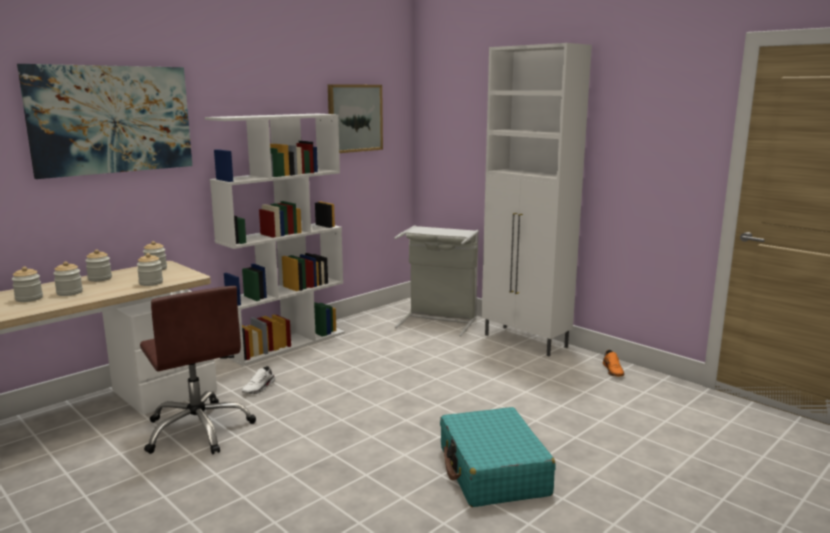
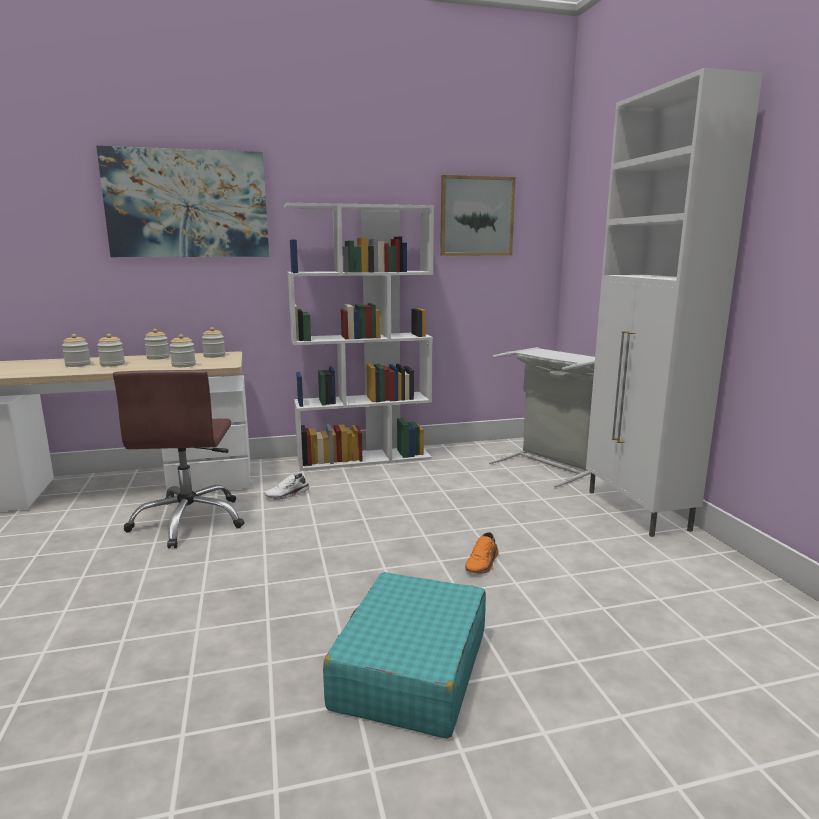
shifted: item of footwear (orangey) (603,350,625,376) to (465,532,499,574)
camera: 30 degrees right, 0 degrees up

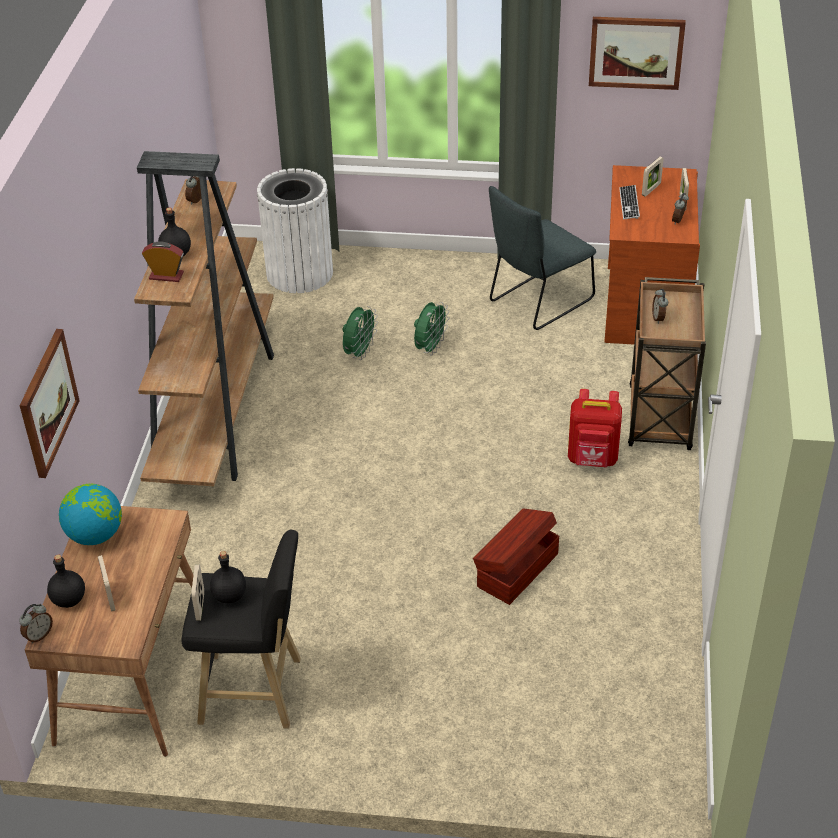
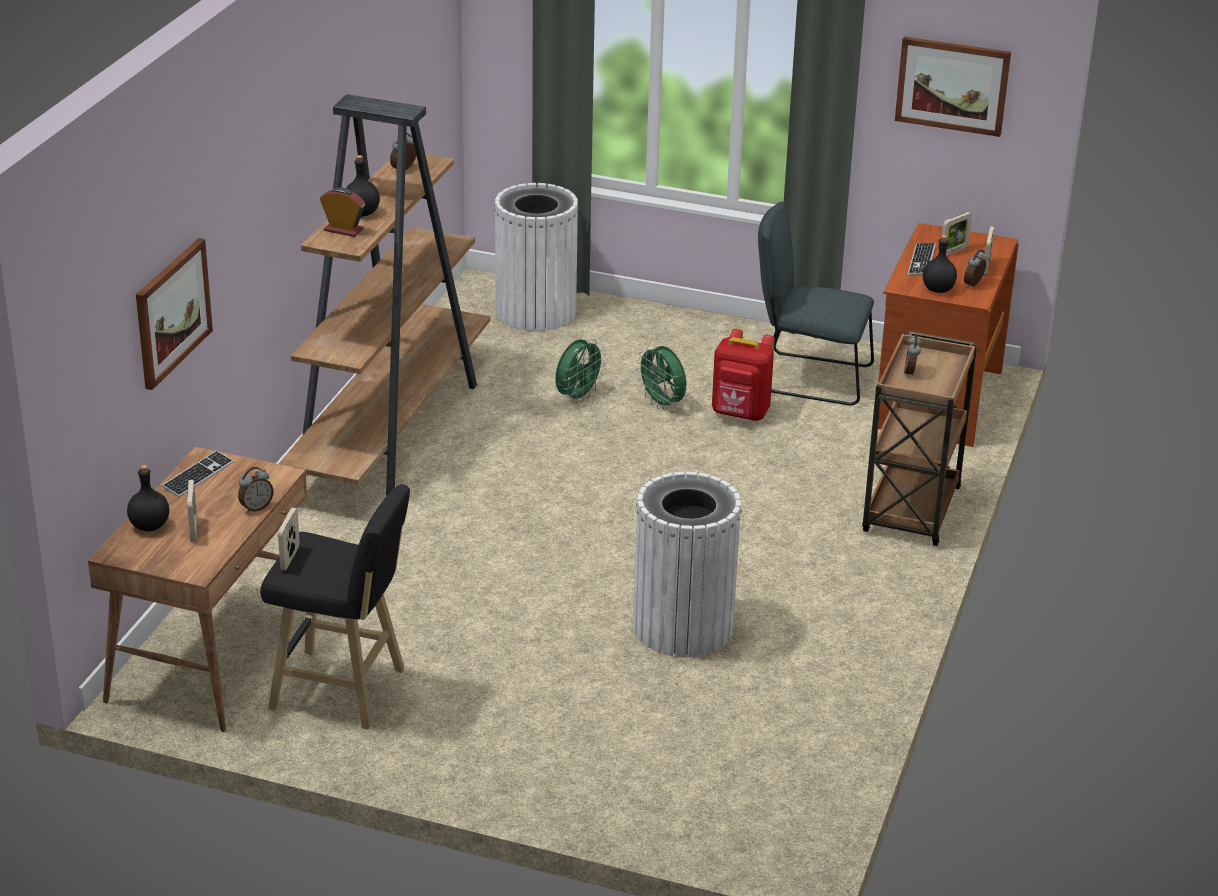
shifted: backpack (reddish) (568,389,622,467) to (712,329,774,421); bottle (black-coloured) (210,551,246,603) to (923,235,957,293); bedside clock (19,604,53,643) to (238,467,273,513)
swapped: world globe (59,484,122,545) to computer keyboard (162,450,234,497); storage container (brown) (473,509,559,605) to trash can (white) (633,472,742,657)
rotated: chair (grey) (489,186,596,330) = (758,201,874,405) 45 degrees clockwise; cooling fan (greenish) (414,302,449,356) = (636,346,686,410) 105 degrees clockwise
camera: 10 degrees right, 10 degrees down

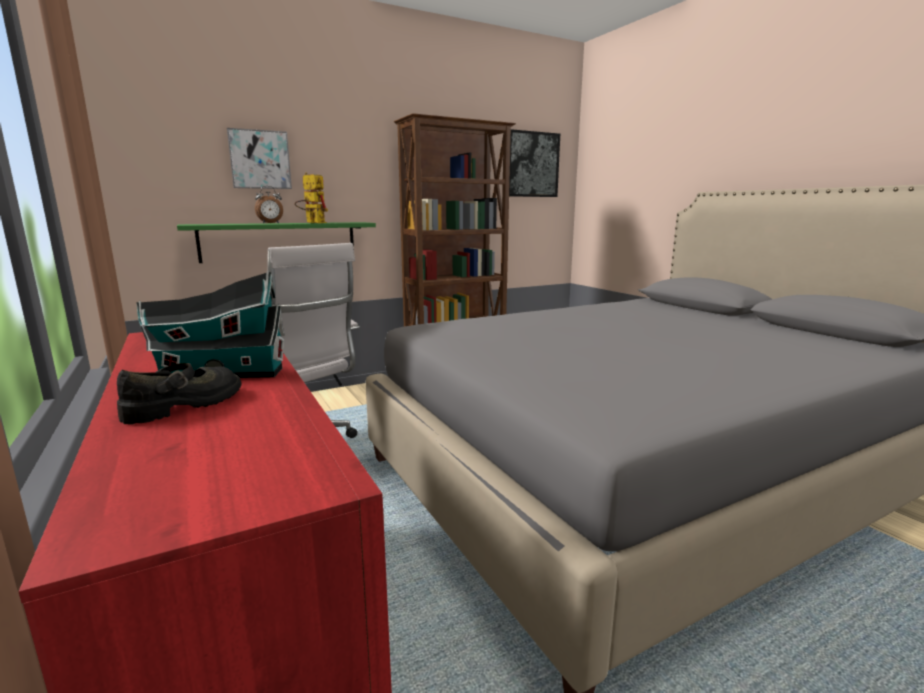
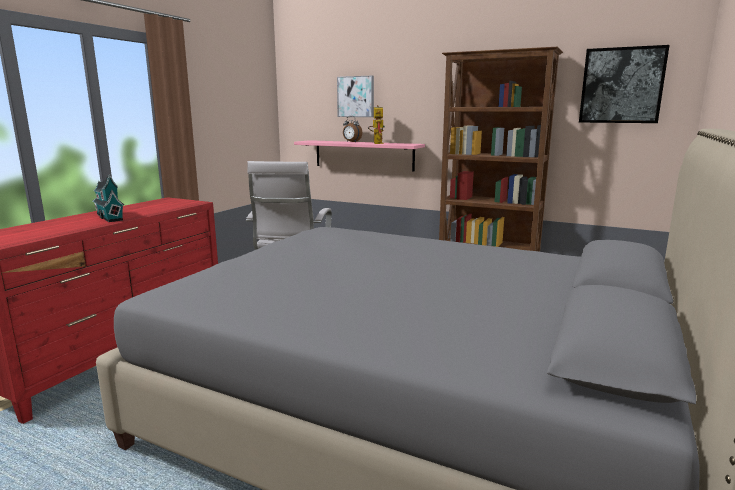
gone: item of footwear (black-coloured) (117,363,242,425)
repainted: shelf (greenish) (177,222,376,263) to shelf (pink-coloured) (294,140,425,172)
camera: 55 degrees right, 0 degrees up

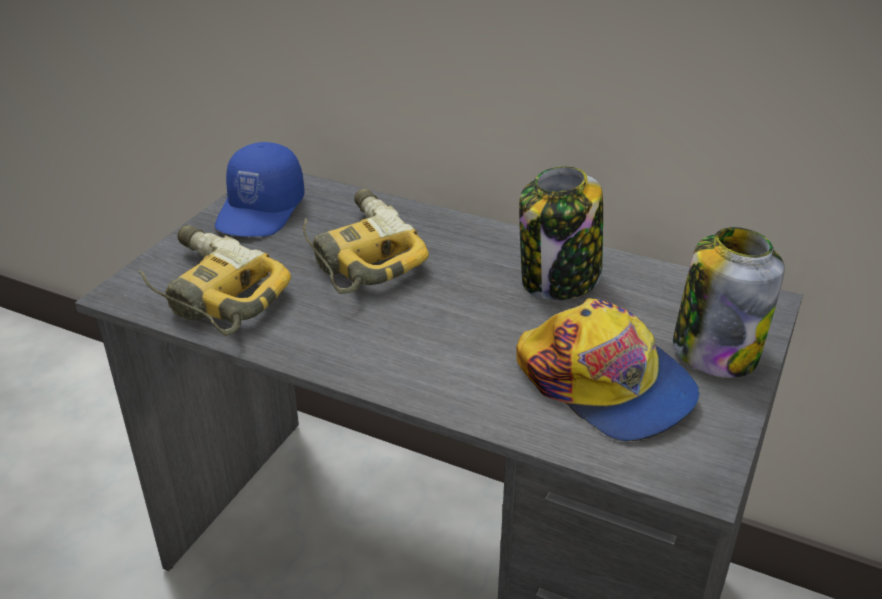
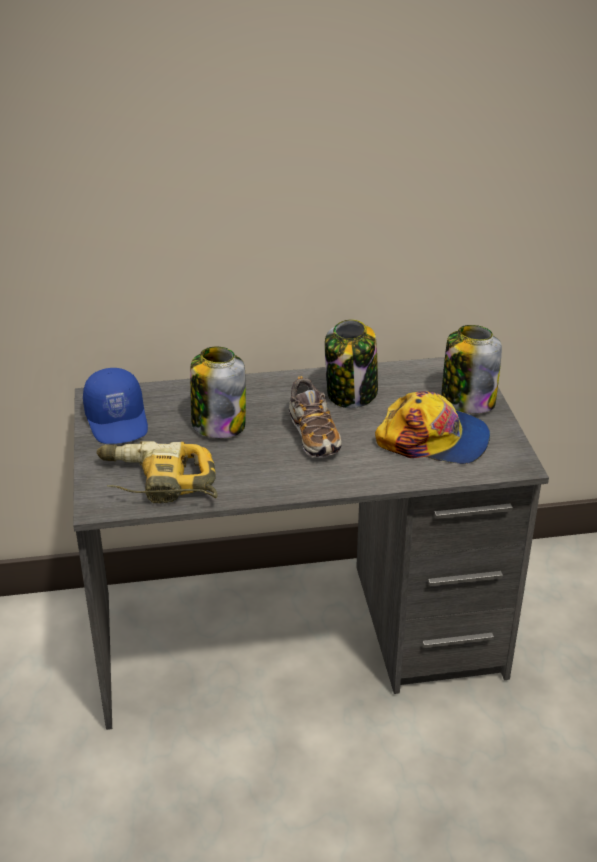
new: item of footwear (289,376,342,458)
swapped: power drill (303,189,429,294) to preserve jar (190,347,246,438)
camera: 35 degrees left, 0 degrees up

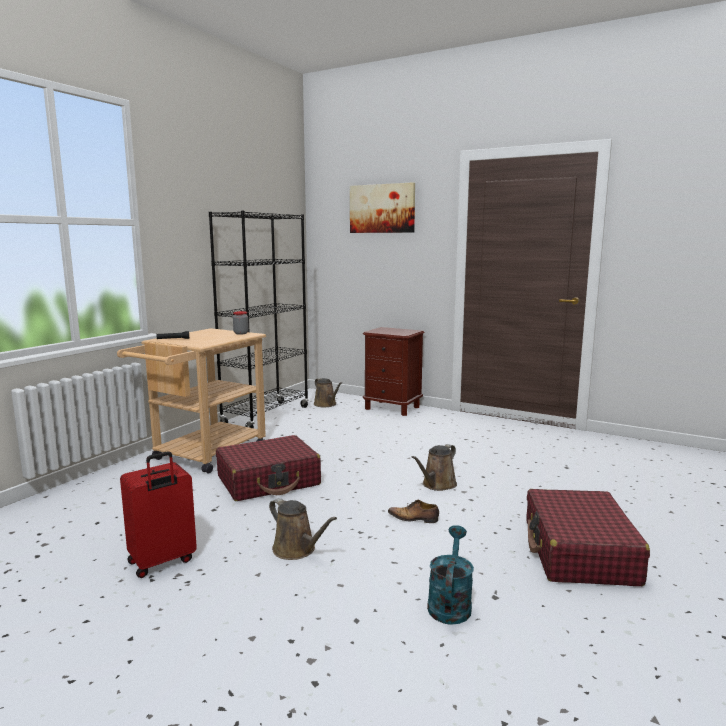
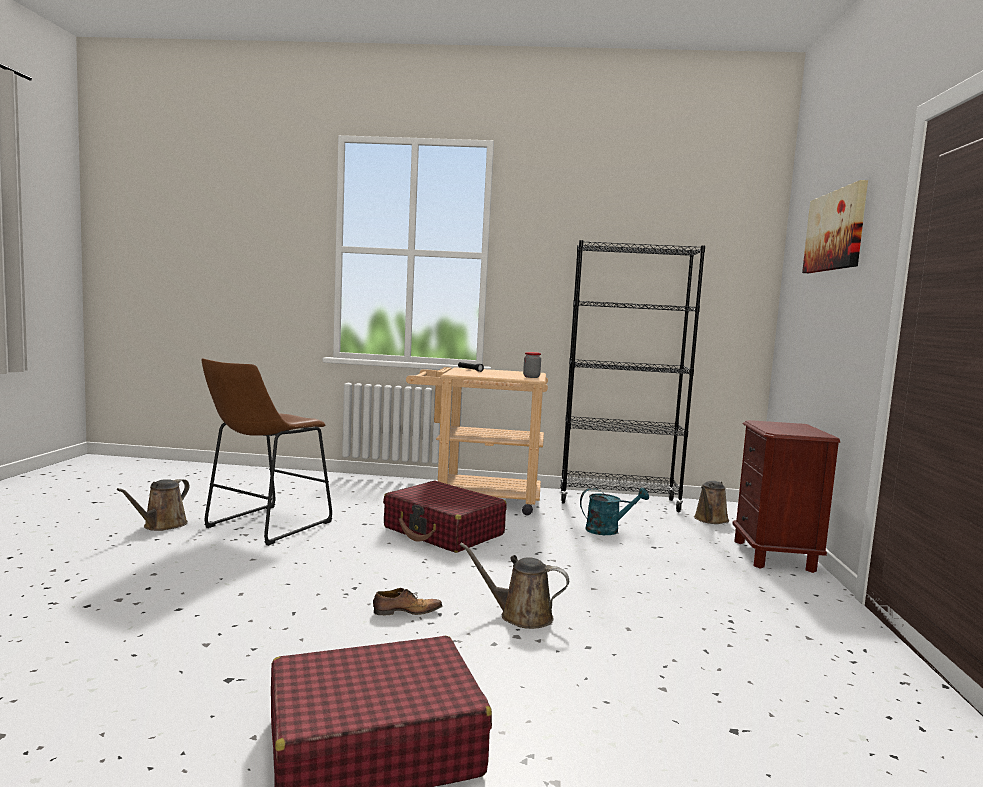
shifted: watering can (brown) (269,498,337,560) to (117,479,190,531); watering can (turquoise) (427,525,474,625) to (580,487,649,535)
swapped: suitcase (reddish) (120,451,197,578) to stool seat (brown) (202,358,332,546)
rotated: item of footwear (388,500,439,523) = (373,588,442,615) 90 degrees clockwise
camera: 65 degrees right, 5 degrees down

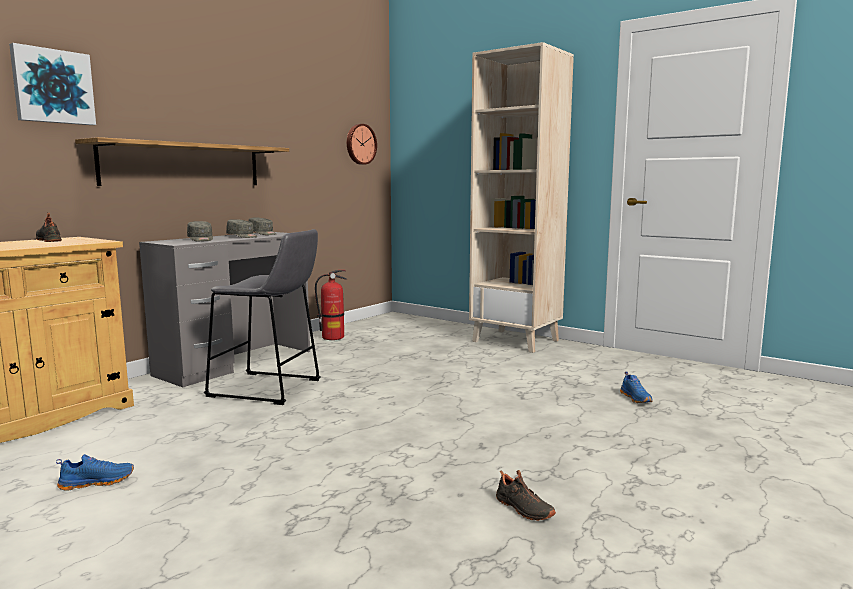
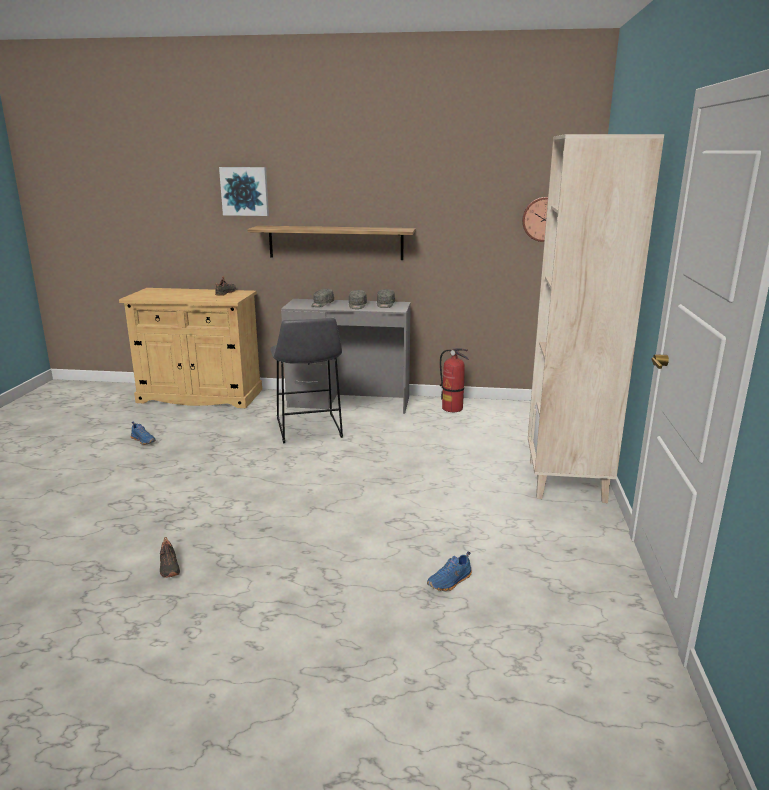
rotated: item of footwear (black-coloured) (496,470,556,521) = (160,537,180,578) 45 degrees counterclockwise
camera: 60 degrees right, 10 degrees up

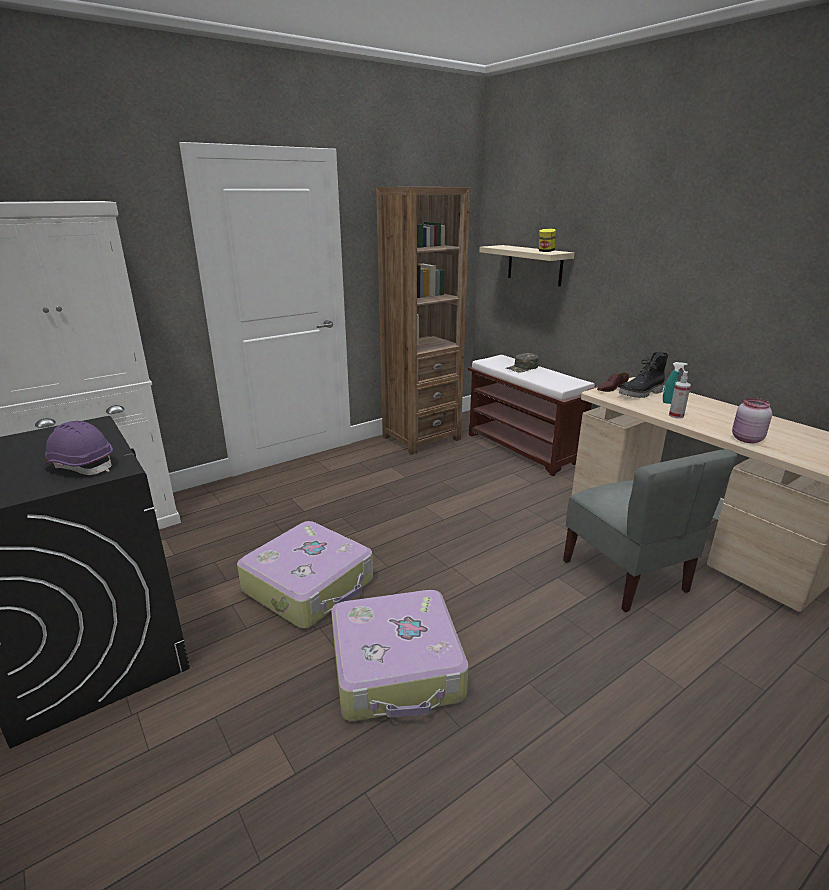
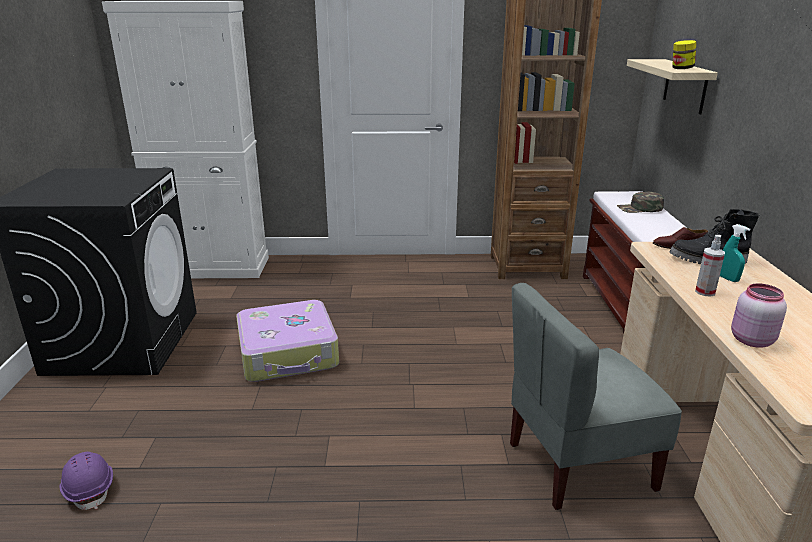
gone: suitcase (331,590,469,721)
shifted: hard hat (purplish) (43,421,113,475) to (59,452,113,510)
rotated: chair (grey) (563,449,738,612) = (510,283,682,510) 60 degrees clockwise
camera: 35 degrees right, 0 degrees up

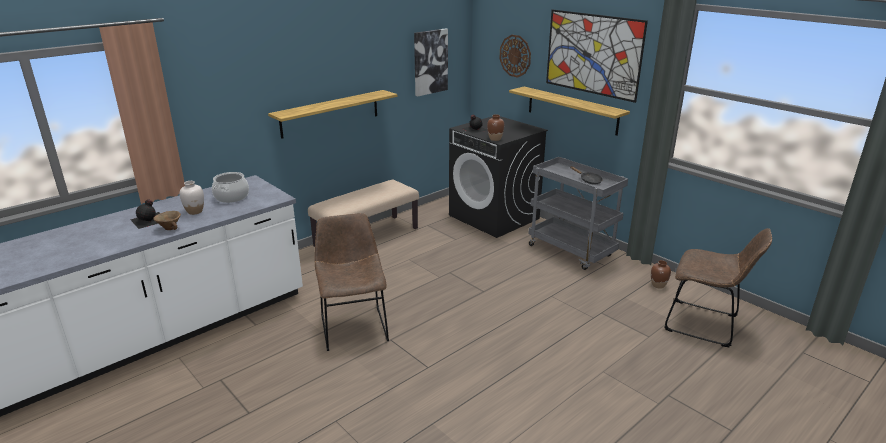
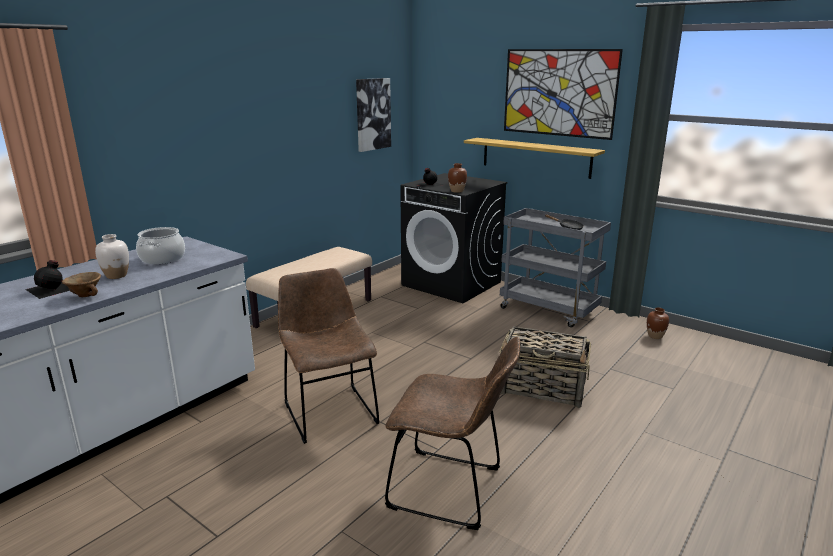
gone: hanging clock (499,35,531,78); shelf (268,90,397,139)
new: household basket (499,326,591,408)
shifted: chair (brown) (665,228,772,347) to (385,337,520,530)
camera: 10 degrees left, 5 degrees down

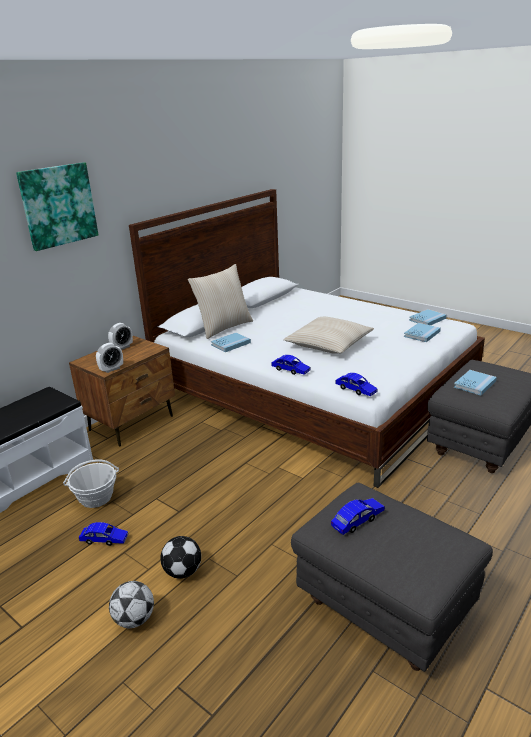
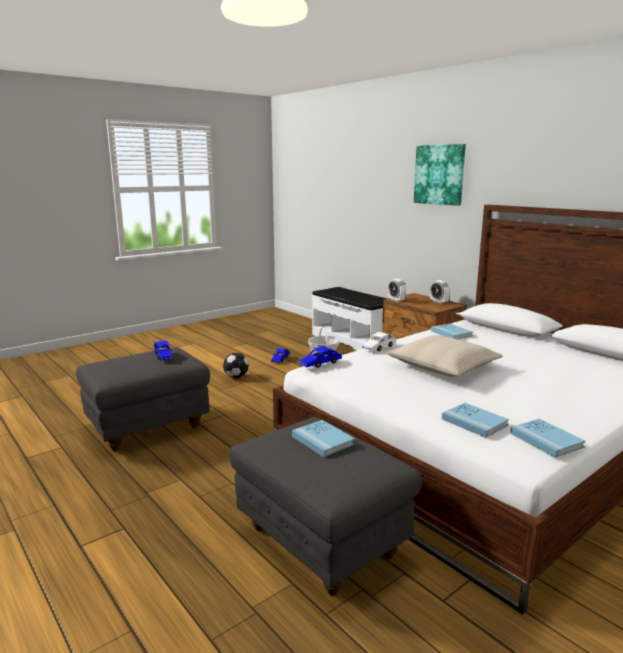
gone: pillow (sand-coloured) (188,264,253,339); football (109,581,154,628)
repainted: toy car (bluish) (271,355,311,375) to toy car (white) (362,332,396,351)
camera: 100 degrees right, 10 degrees down

